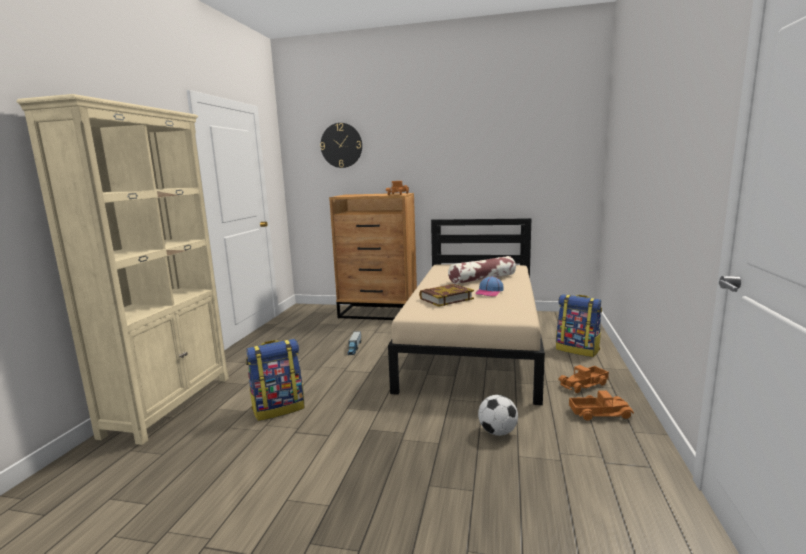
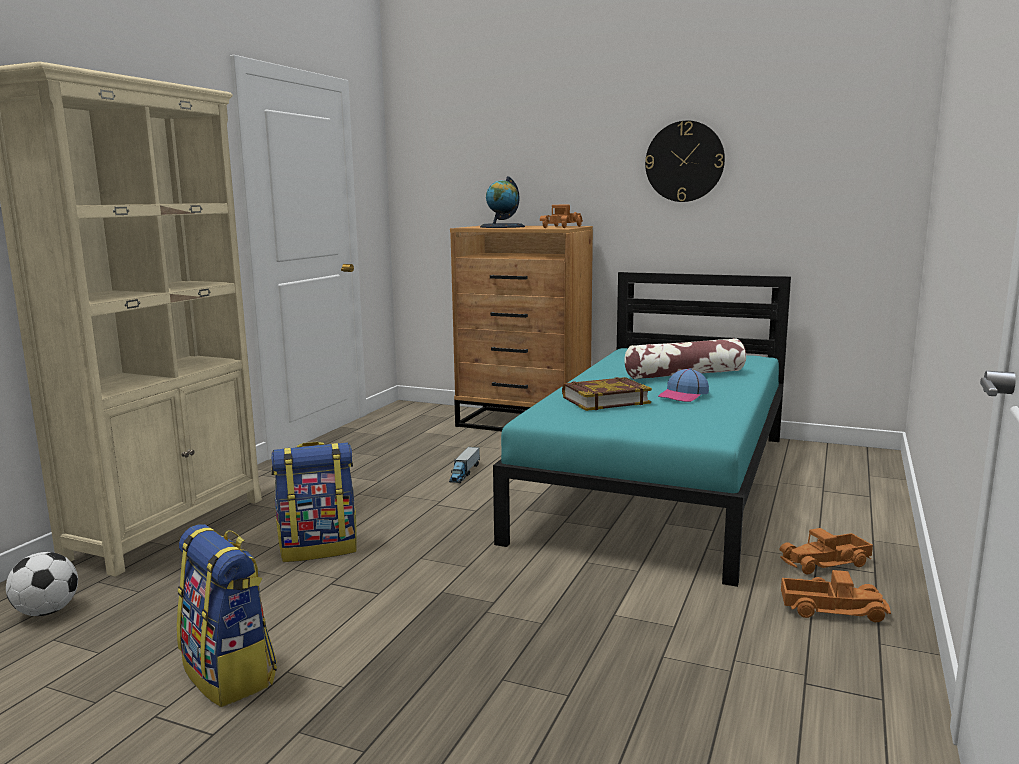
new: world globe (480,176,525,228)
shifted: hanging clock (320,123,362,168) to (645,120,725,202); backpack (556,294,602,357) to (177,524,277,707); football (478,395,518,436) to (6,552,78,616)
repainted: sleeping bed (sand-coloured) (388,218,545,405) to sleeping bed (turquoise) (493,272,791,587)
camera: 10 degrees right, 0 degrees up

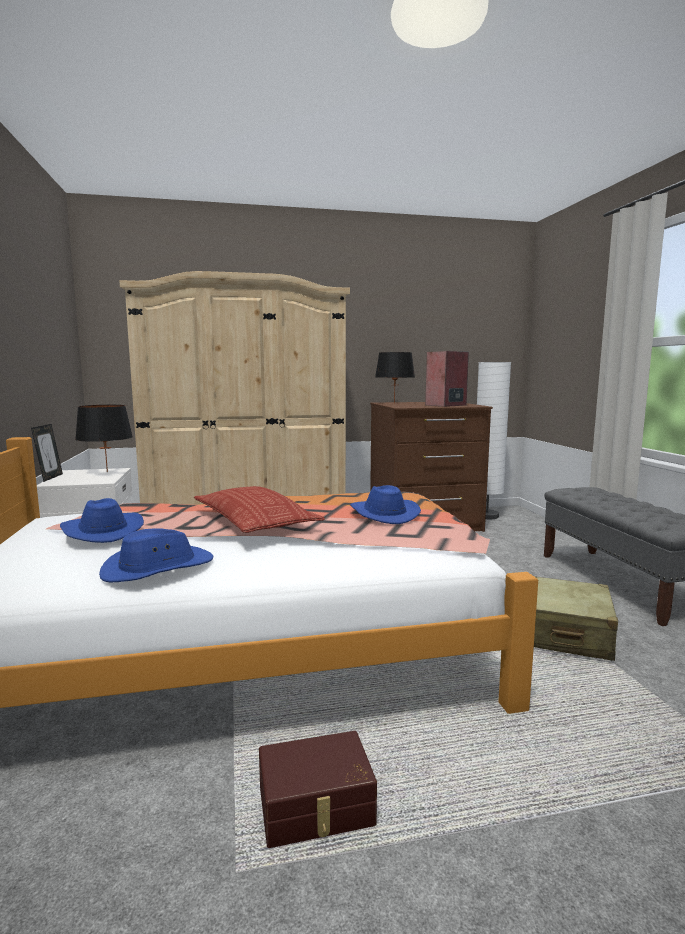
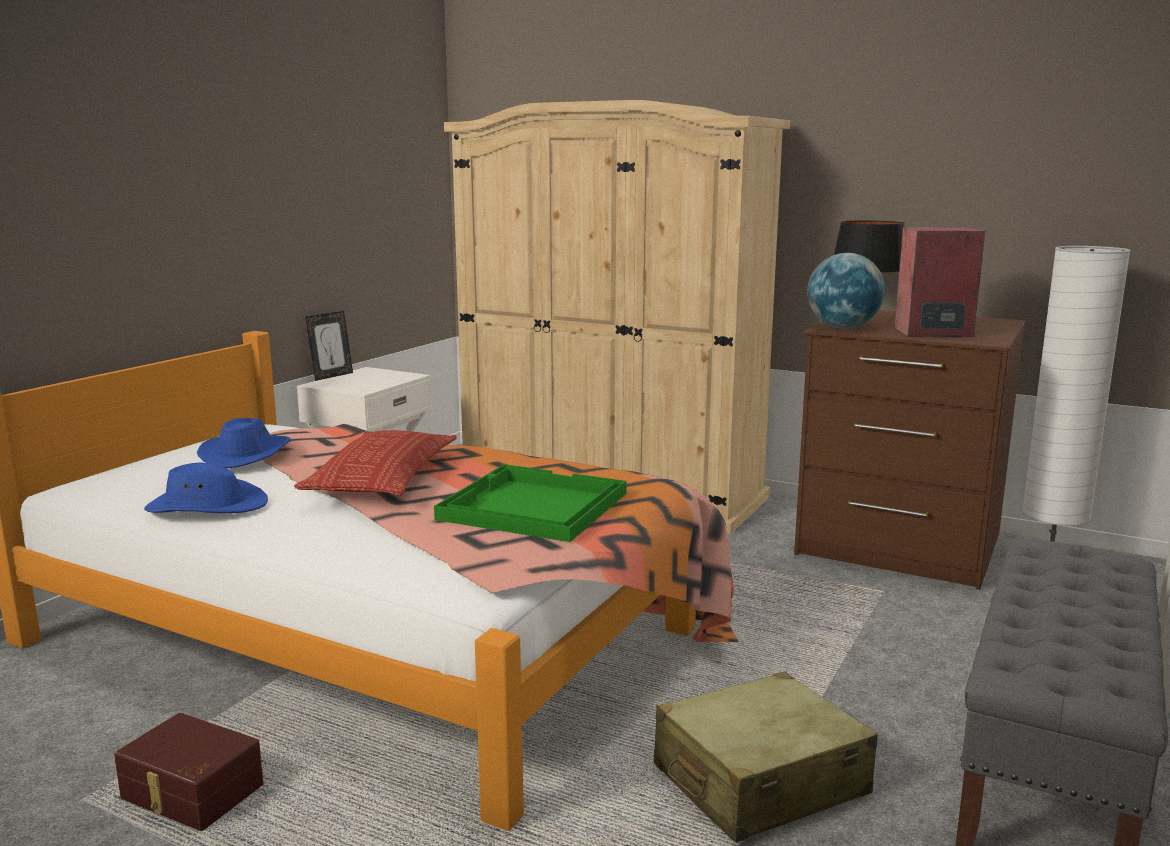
gone: table lamp (black-coloured) (75,405,133,472)
new: world globe (807,253,885,328)
swapped: wearable hat (bluish) (350,485,421,524) to tray (greenish) (434,464,627,542)
camera: 40 degrees right, 5 degrees up

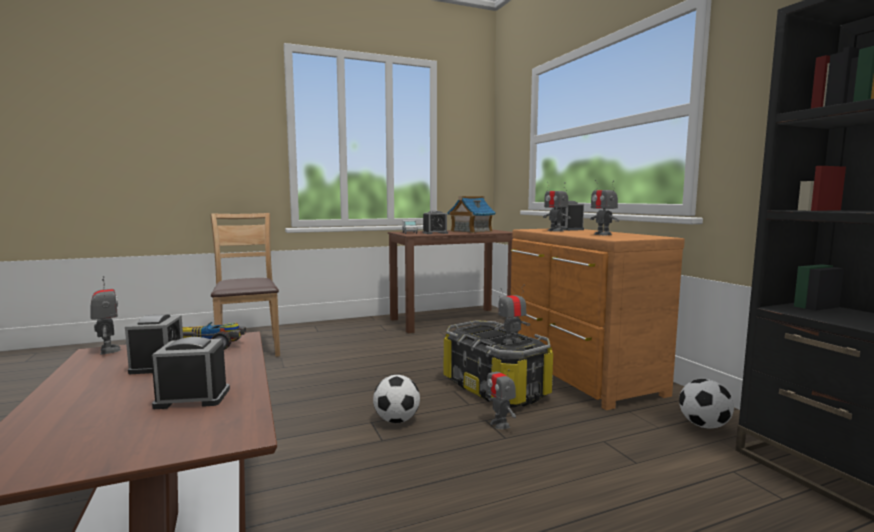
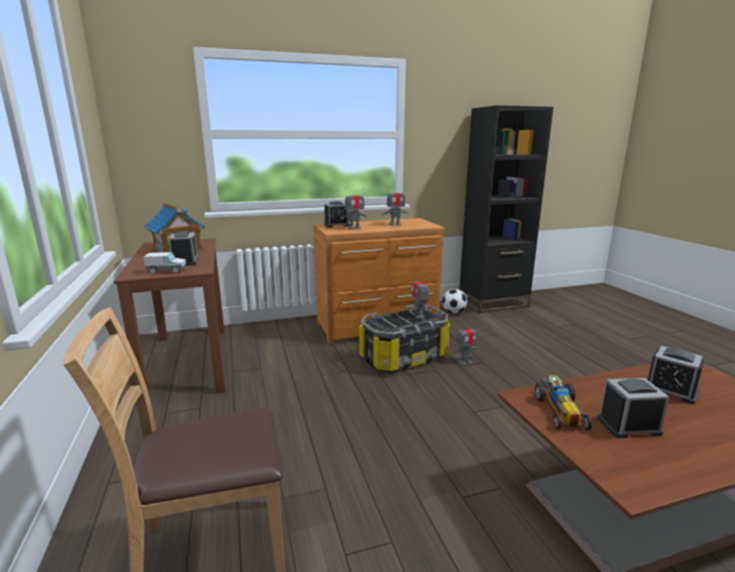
gone: robot figure (90,276,121,355); football (373,375,420,423)
rotated: bedside clock (151,337,230,409) = (647,346,704,404) 45 degrees counterclockwise
camera: 85 degrees left, 10 degrees up

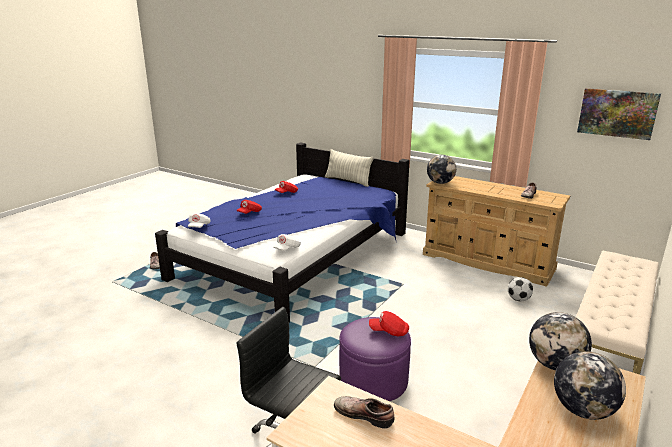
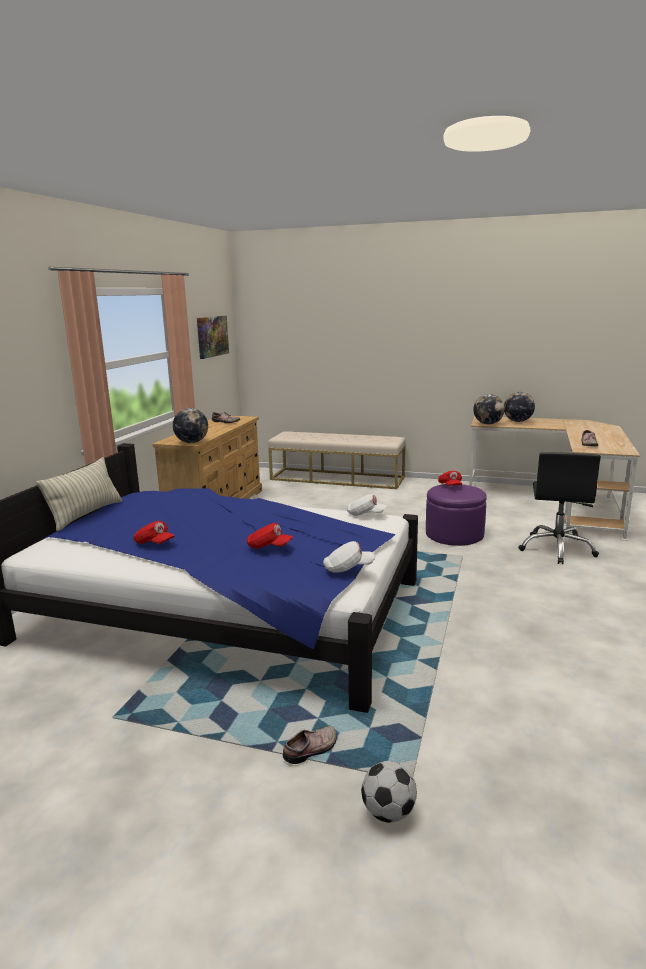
shifted: football (508,277,533,302) to (361,761,417,823)
camera: 105 degrees left, 5 degrees down

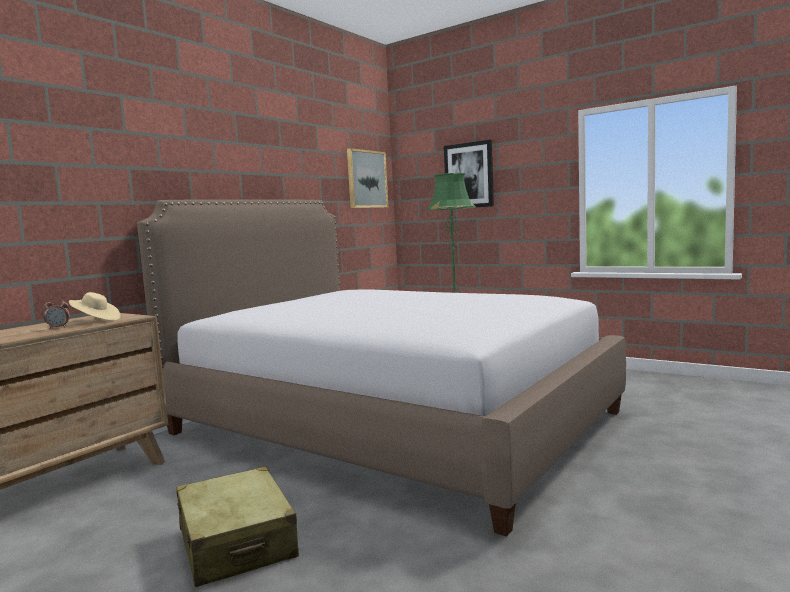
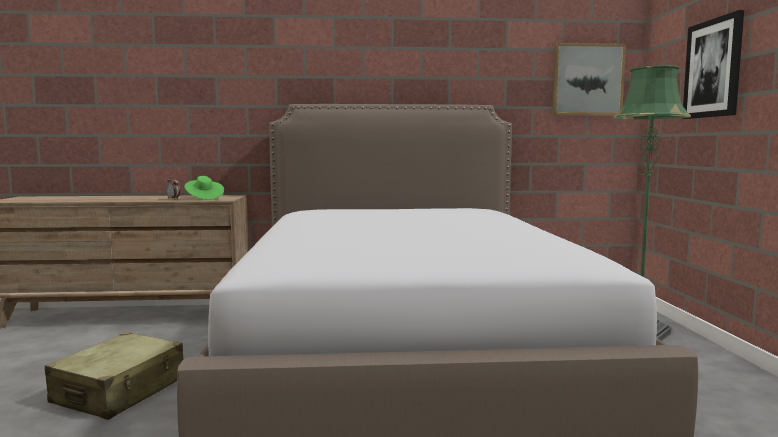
repainted: wearable hat (sand-coloured) (69,292,121,321) to wearable hat (greenish) (184,176,224,200)
camera: 50 degrees right, 0 degrees up

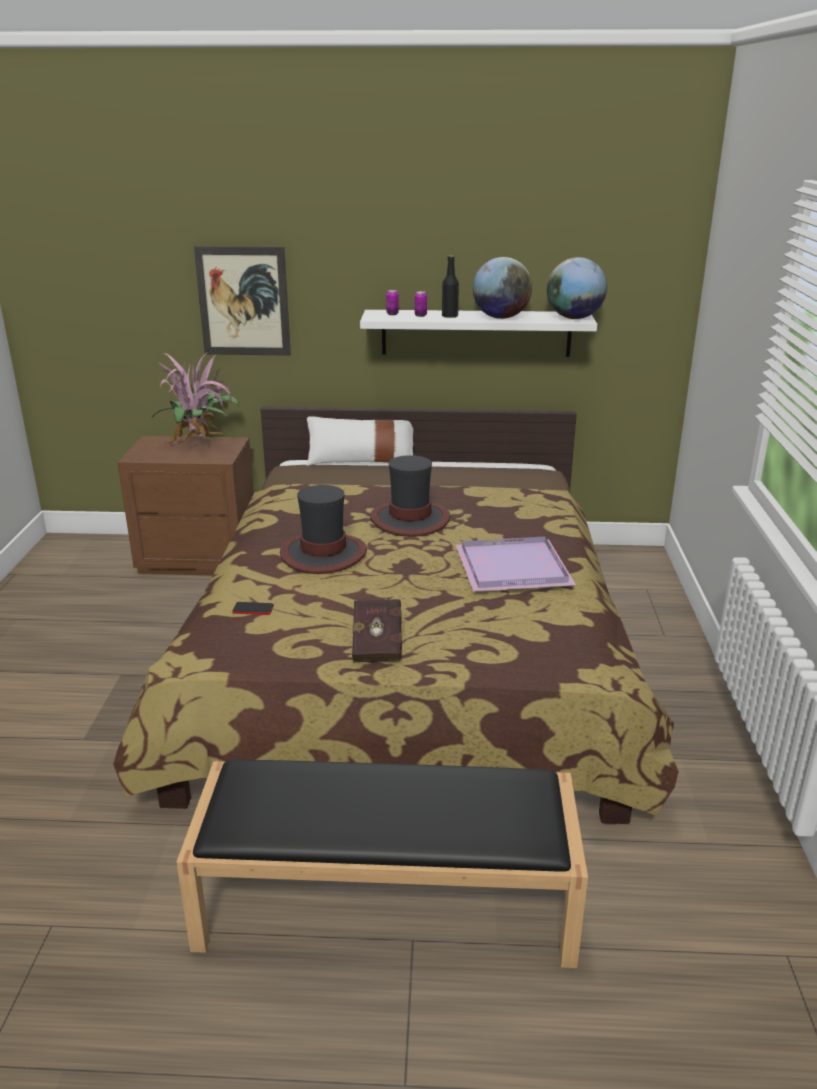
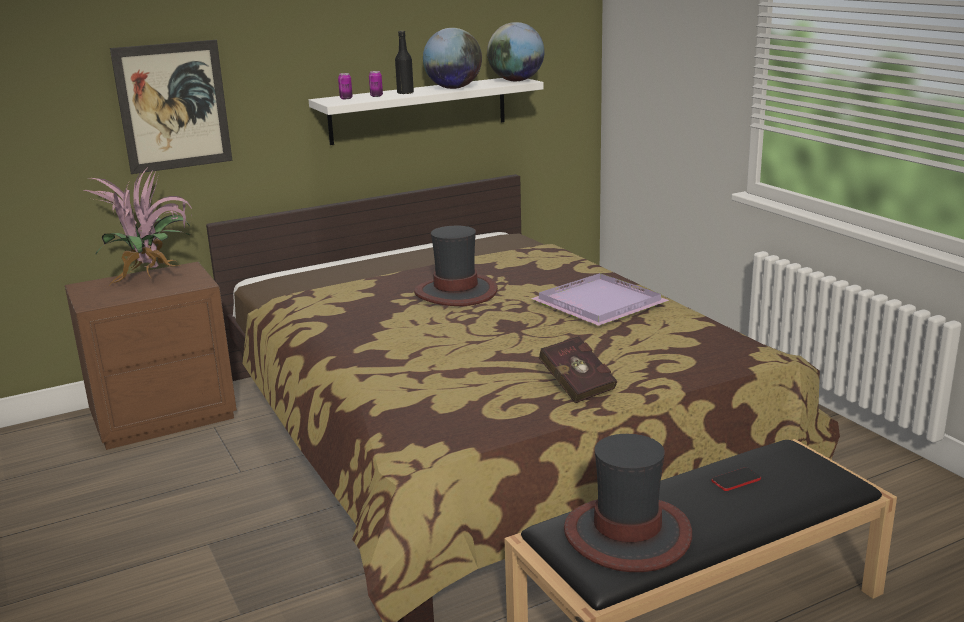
gone: pillow (white) (307,416,413,466)
shifted: wearable hat (280,485,367,574) to (564,434,692,572); handset (232,602,274,615) to (712,467,761,491)
camera: 30 degrees left, 5 degrees down

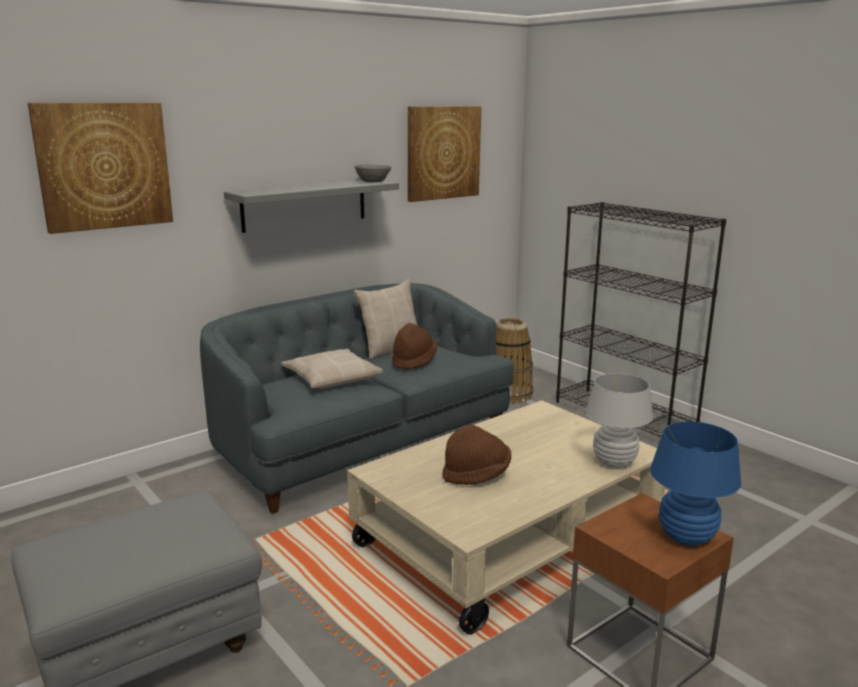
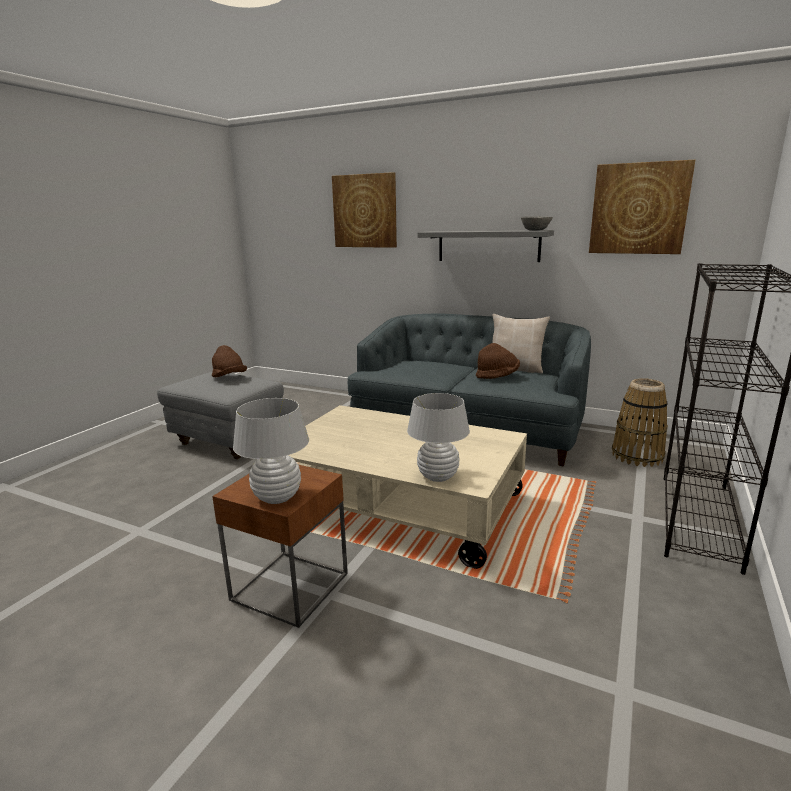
gone: pillow (sand-coloured) (281,349,383,389)
shifted: wearable hat (brown) (442,425,511,485) to (212,345,247,377)
repainted: table lamp (bluish) (650,421,741,546) to table lamp (white) (233,398,309,504)
camera: 65 degrees right, 0 degrees up

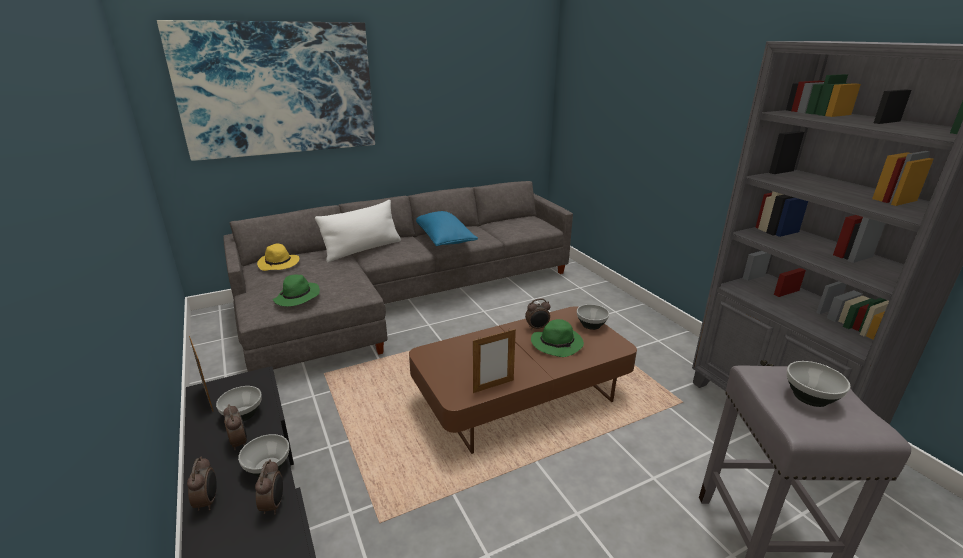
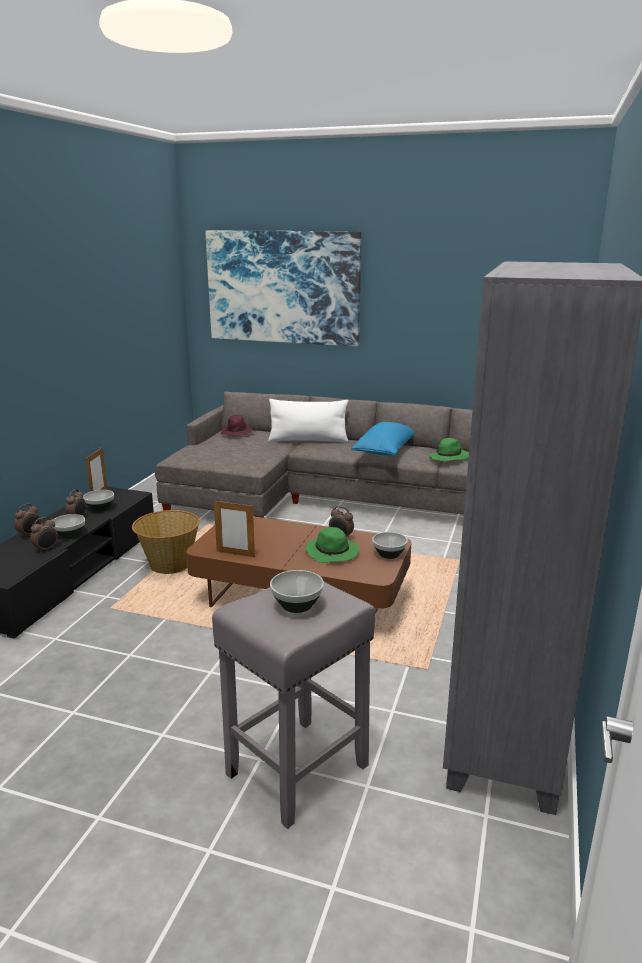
new: household basket (132,510,200,574)
shifted: wearable hat (greenish) (273,275,320,306) to (429,438,469,461)
repainted: wearable hat (yellowish) (257,243,299,271) to wearable hat (purplish) (221,415,254,436)
camera: 45 degrees right, 5 degrees down

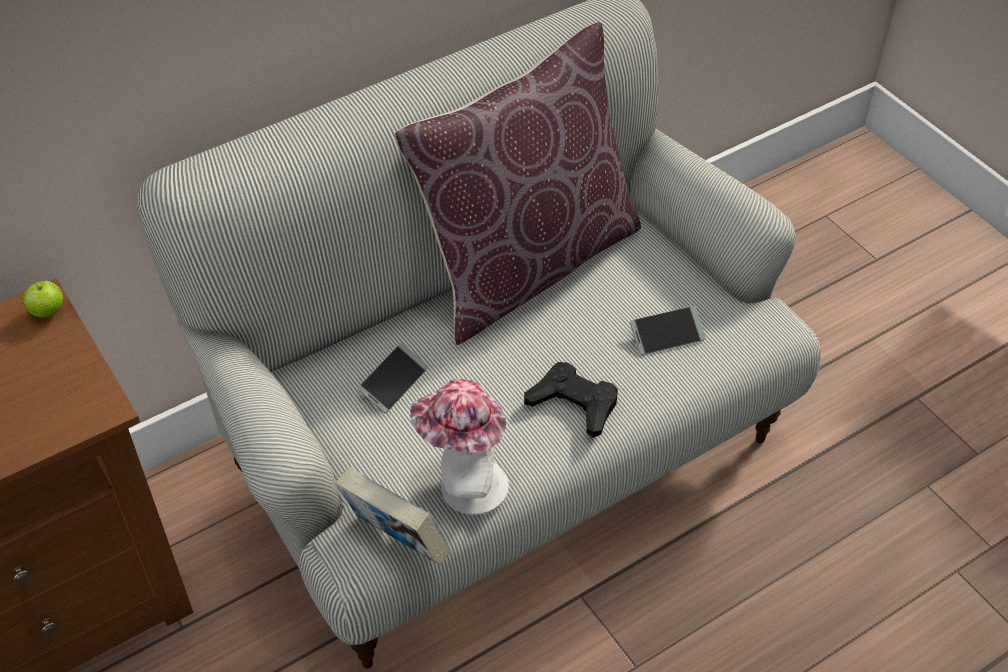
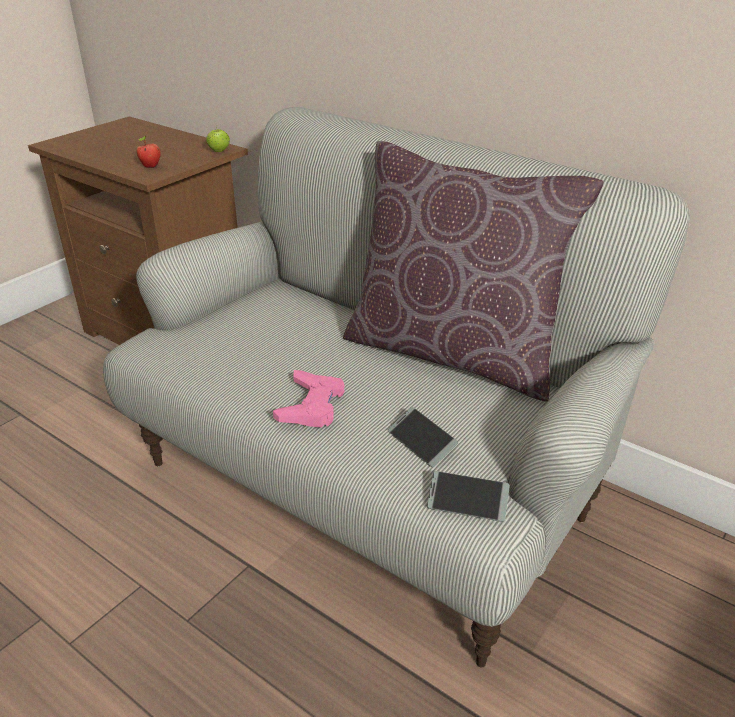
gone: wearable hat (410,379,509,515); bound book (336,467,451,565)
new: apple fruit (136,136,161,168)
shifted: handset (358,343,428,413) to (427,471,510,522)
repainted: joypad (black-coloured) (524,362,618,438) to joypad (pink-coloured) (273,370,345,428)
camera: 70 degrees right, 15 degrees down

